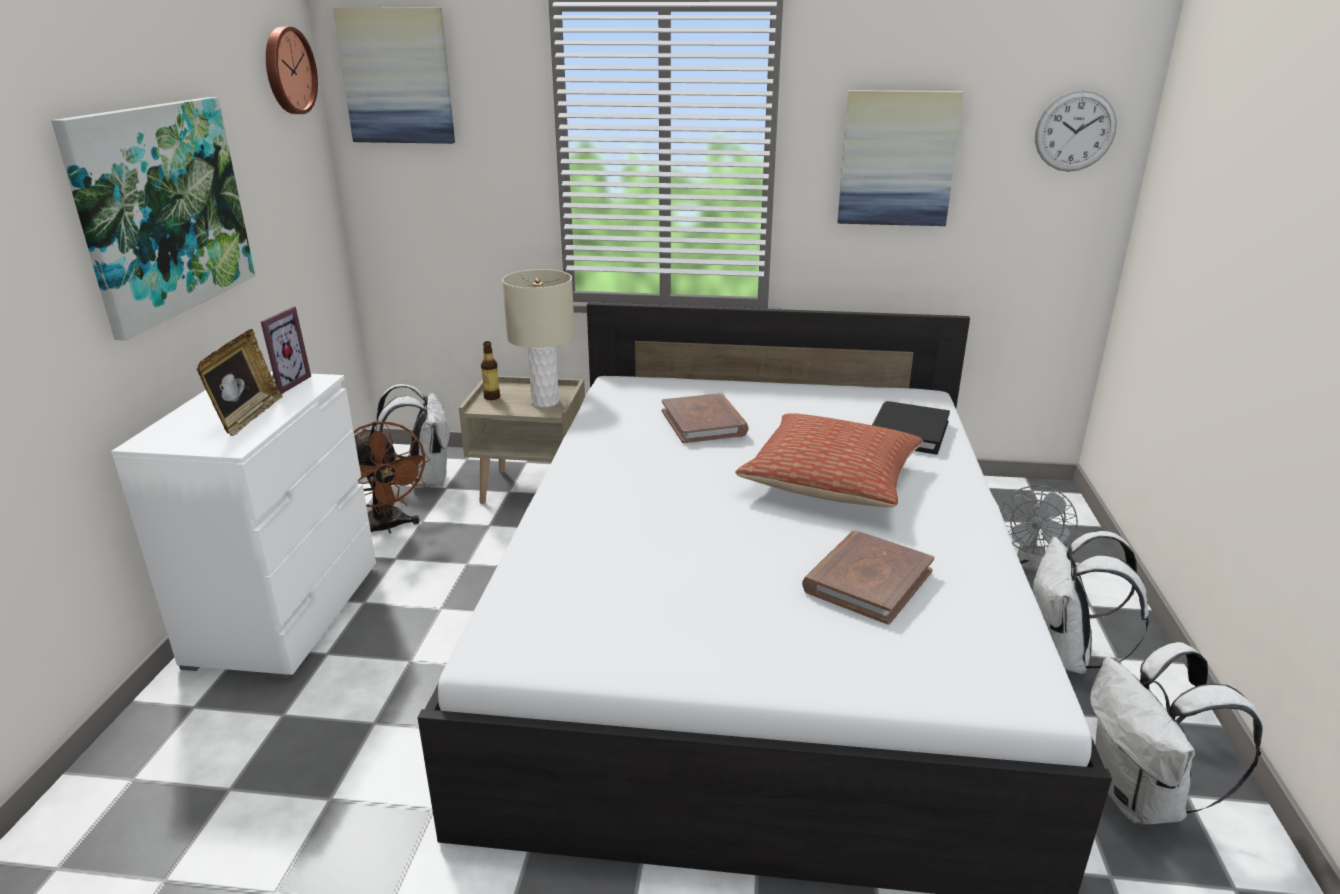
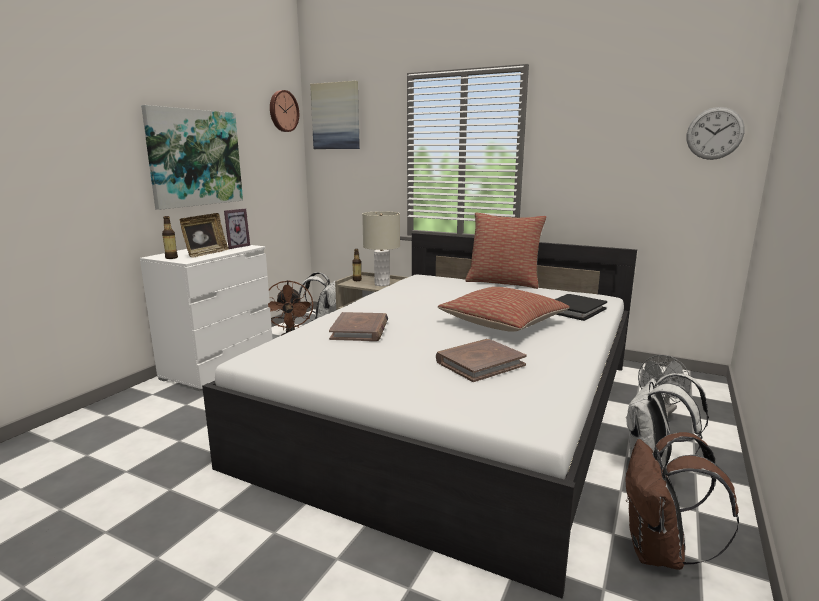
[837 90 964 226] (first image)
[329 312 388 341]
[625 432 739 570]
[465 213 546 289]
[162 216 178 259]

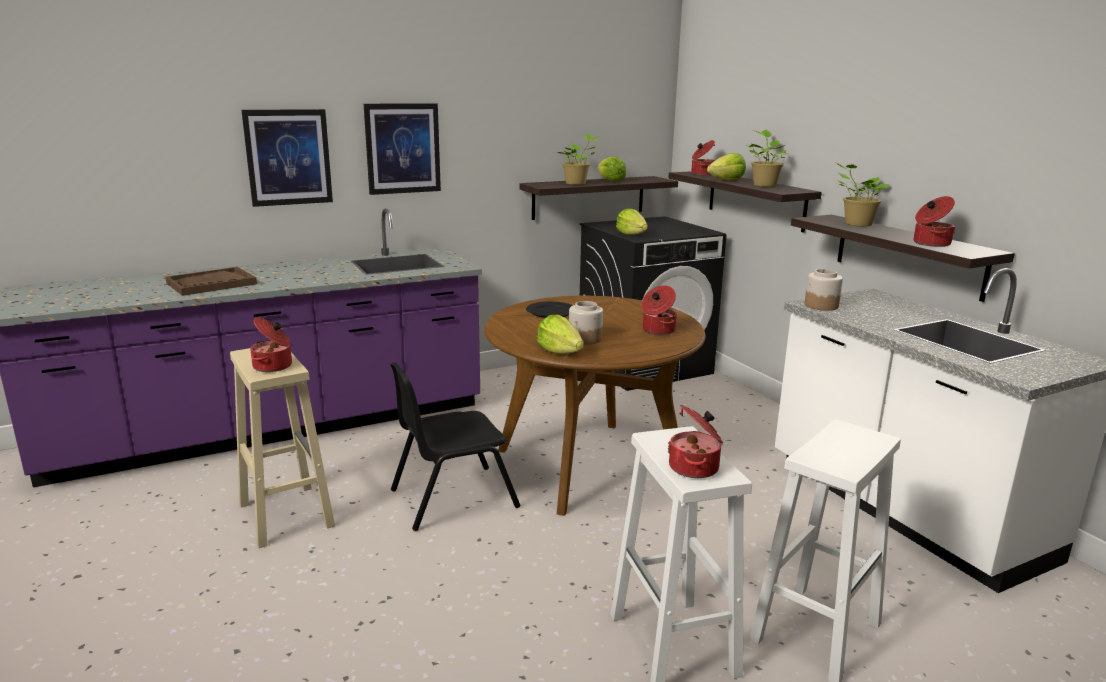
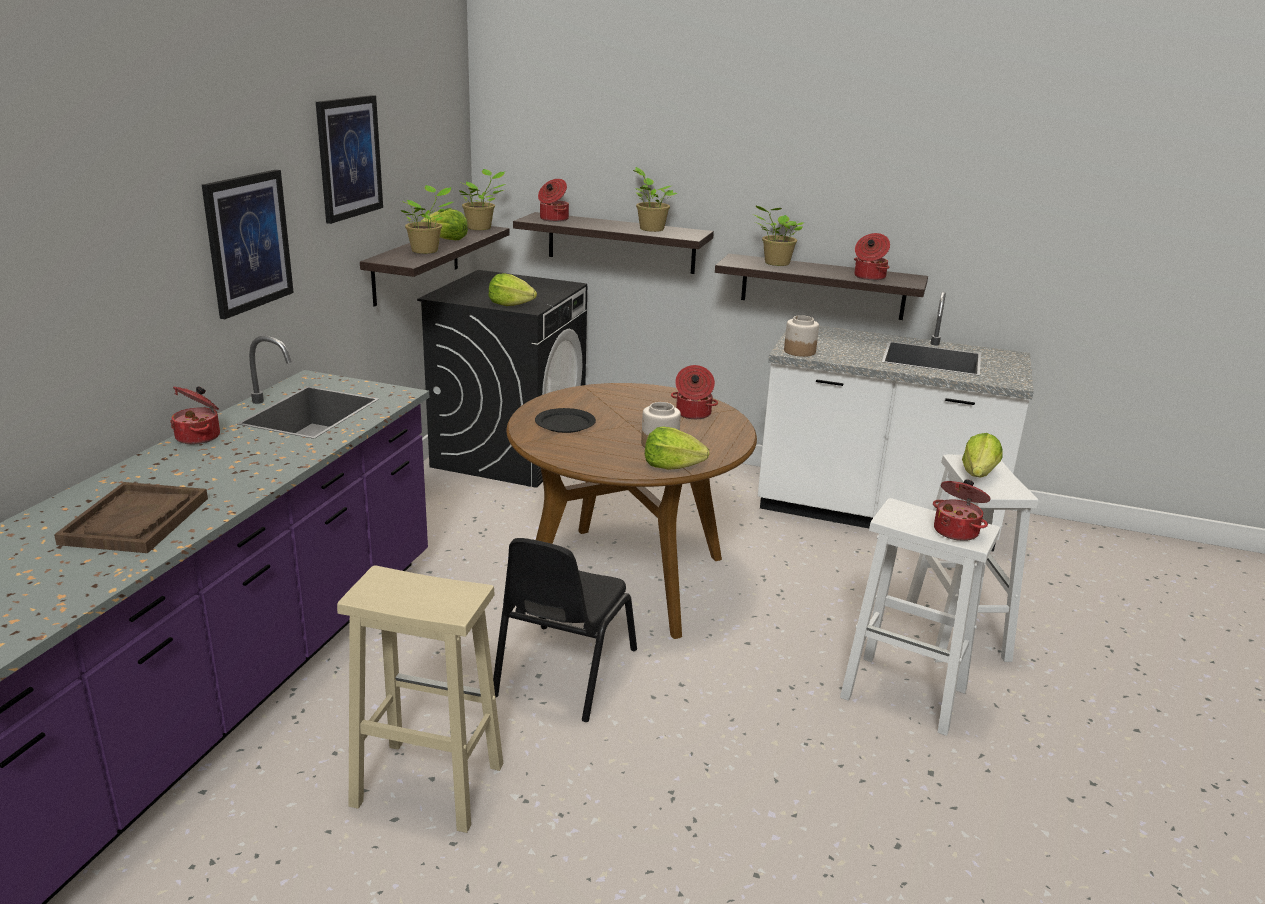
[316 95 383 224]
[962 433 1003 477]
[170 386 220 444]
[458 169 506 230]

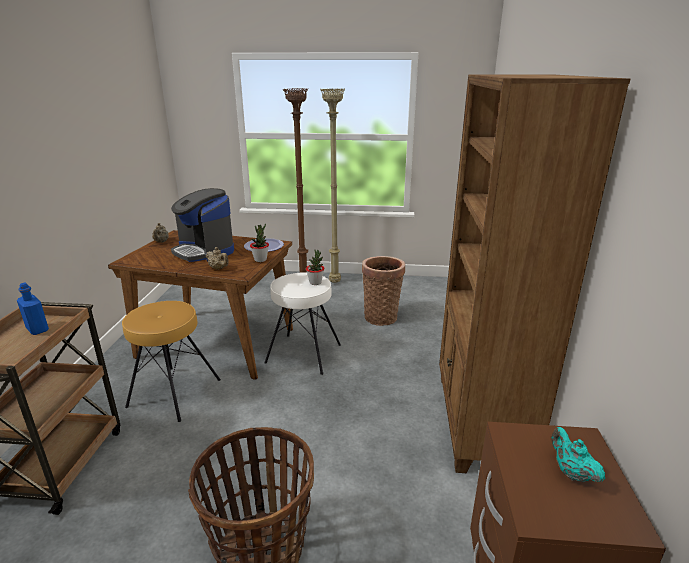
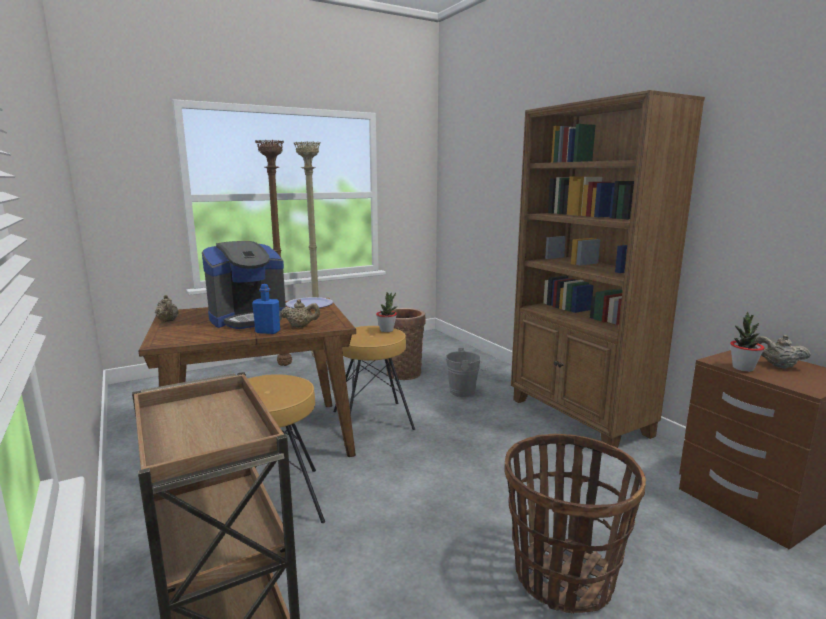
[202 241 286 329]
[730 312 765 372]
[333 326 415 440]
[252 284 280 334]
[755 335 811 369]
[446 348 487 398]

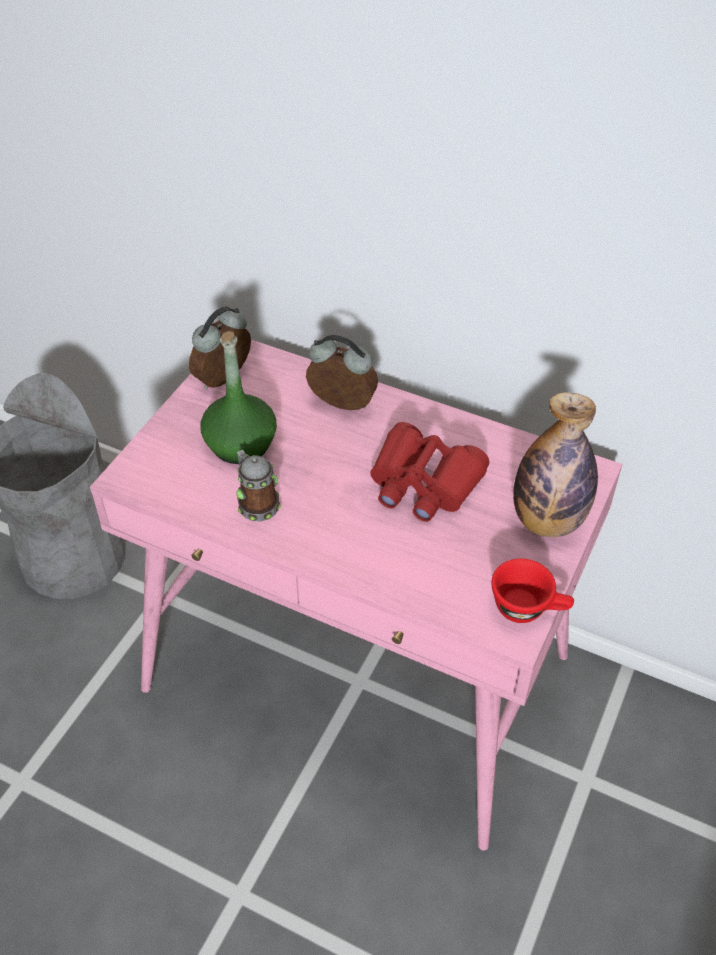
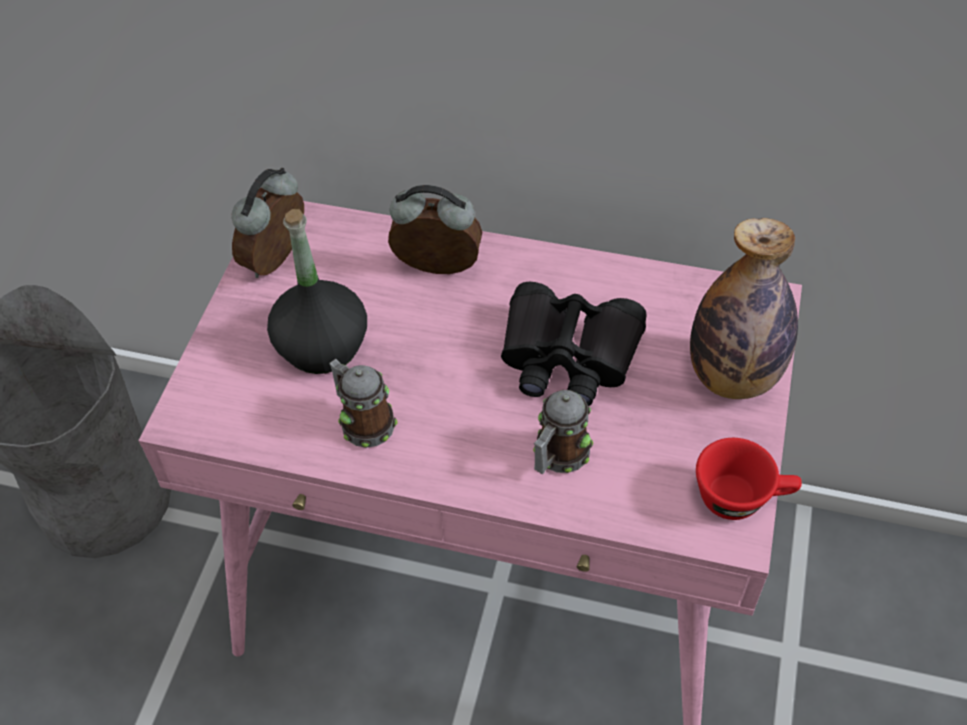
[267 209 367 374]
[501 282 647 406]
[533 390 593 474]

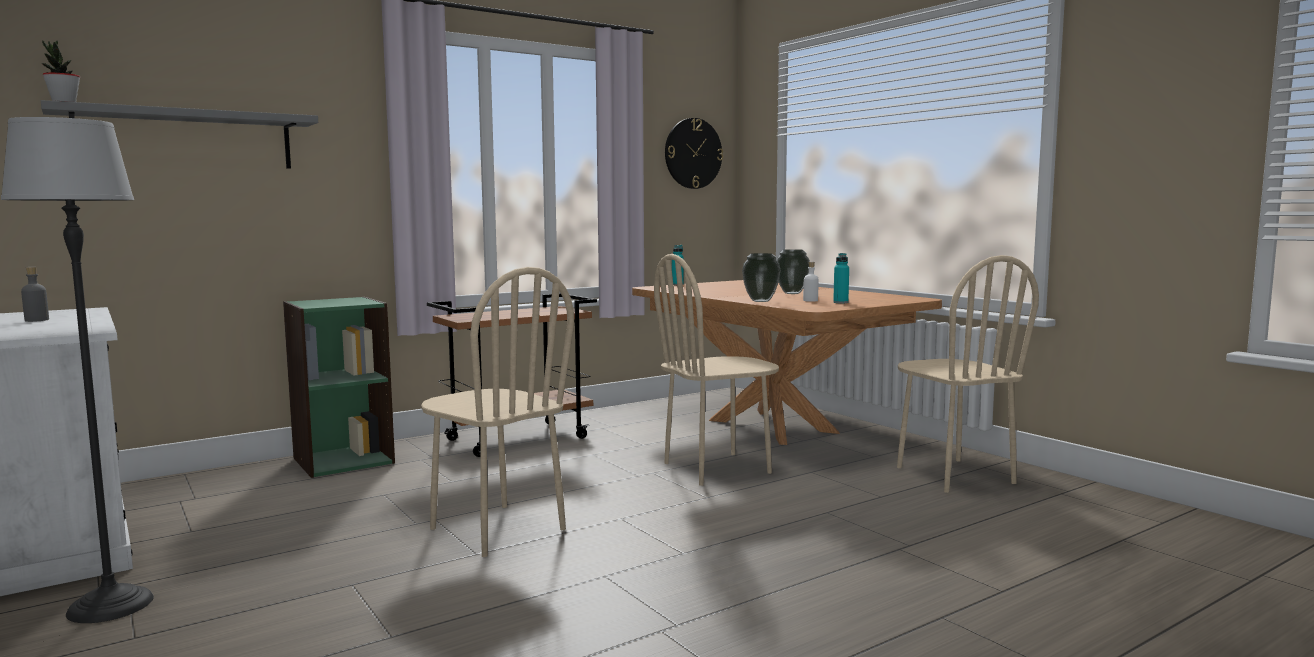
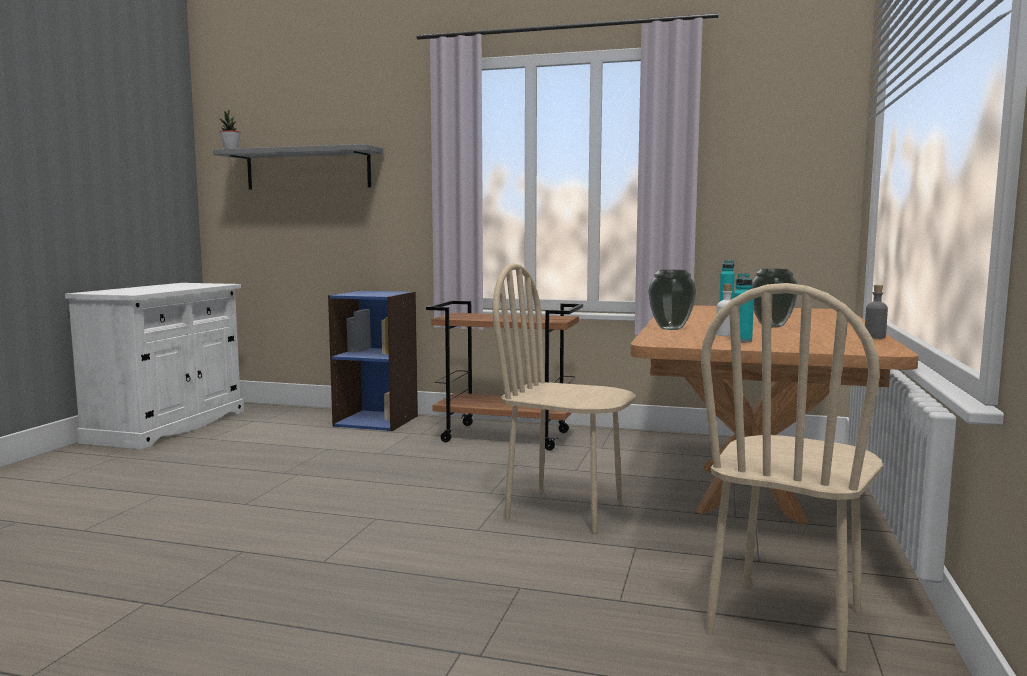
[1 117 154 623] (first image)
[665 118 723 189] (first image)
[865 285 888 339]
[421 267 574 557] (first image)
[328 290 418 431]

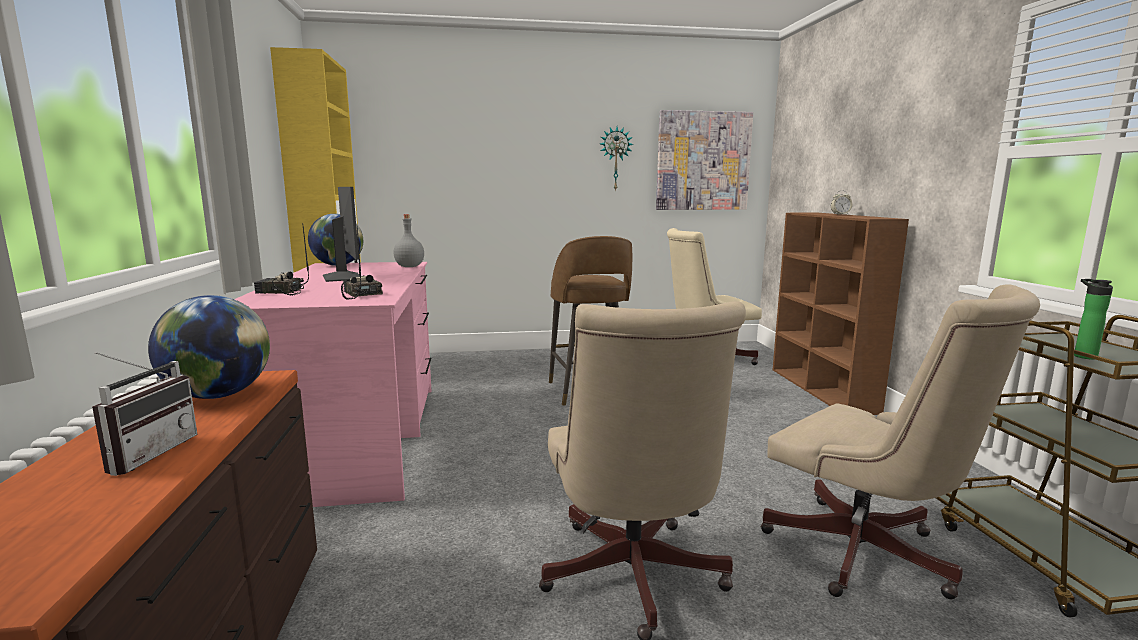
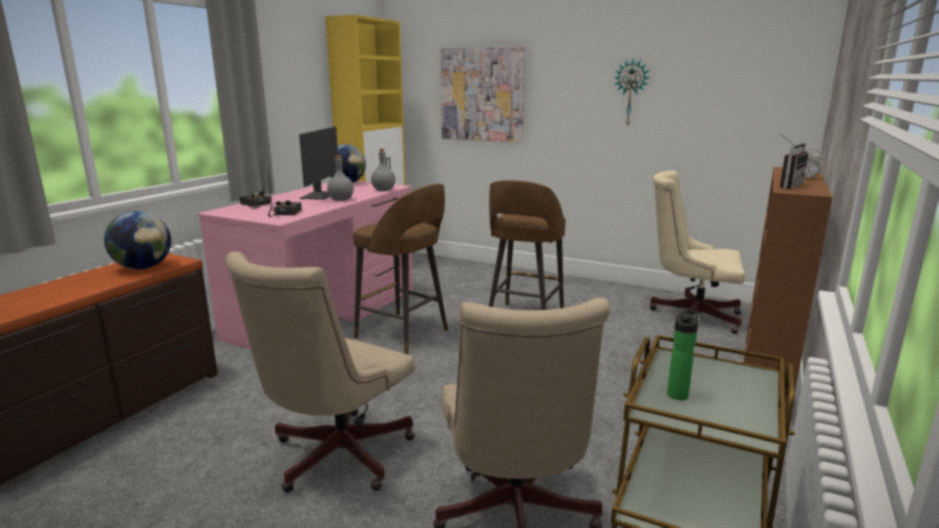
[441 46 525 143]
[780 133 809 189]
[327 155 354 201]
[353 184 448 355]

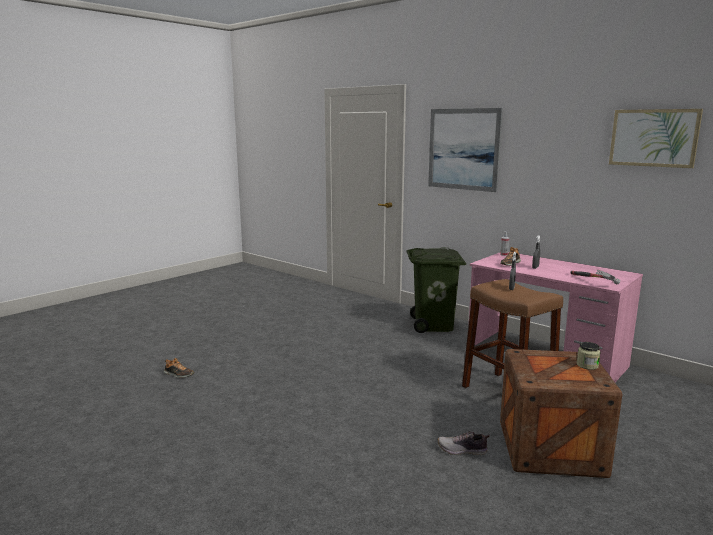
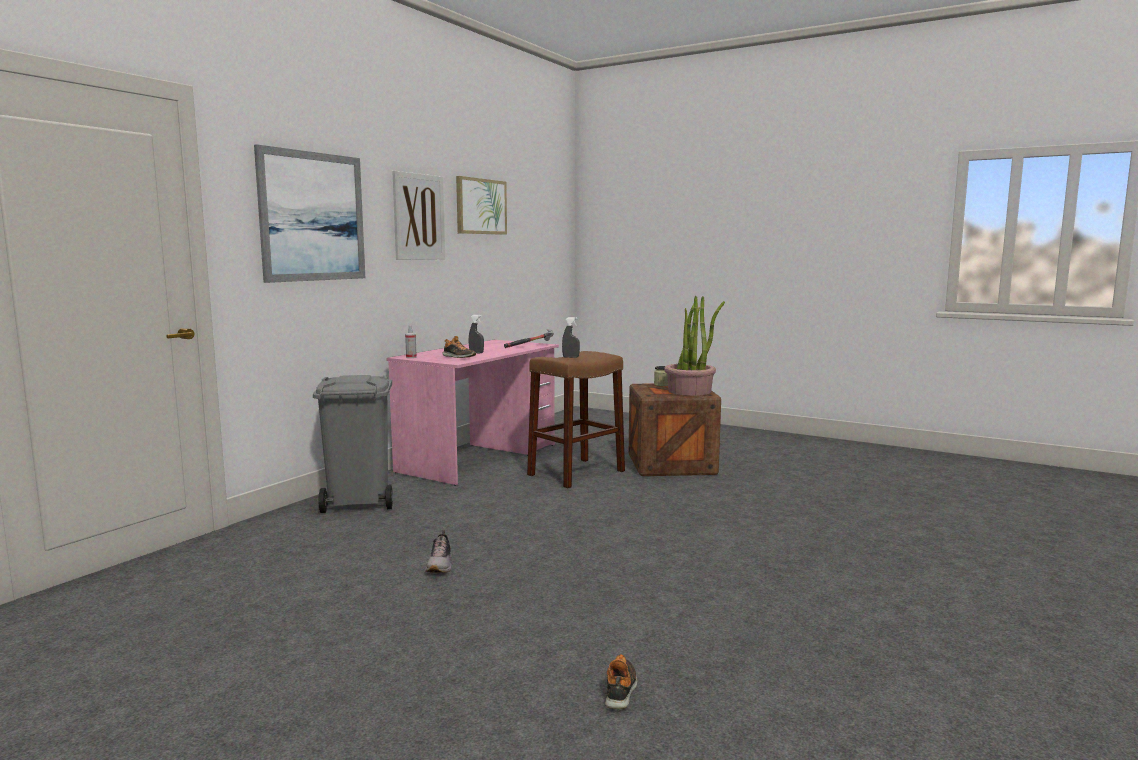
[313 375 393 513]
[425 530 452 573]
[392 171 445 260]
[664 296 725 396]

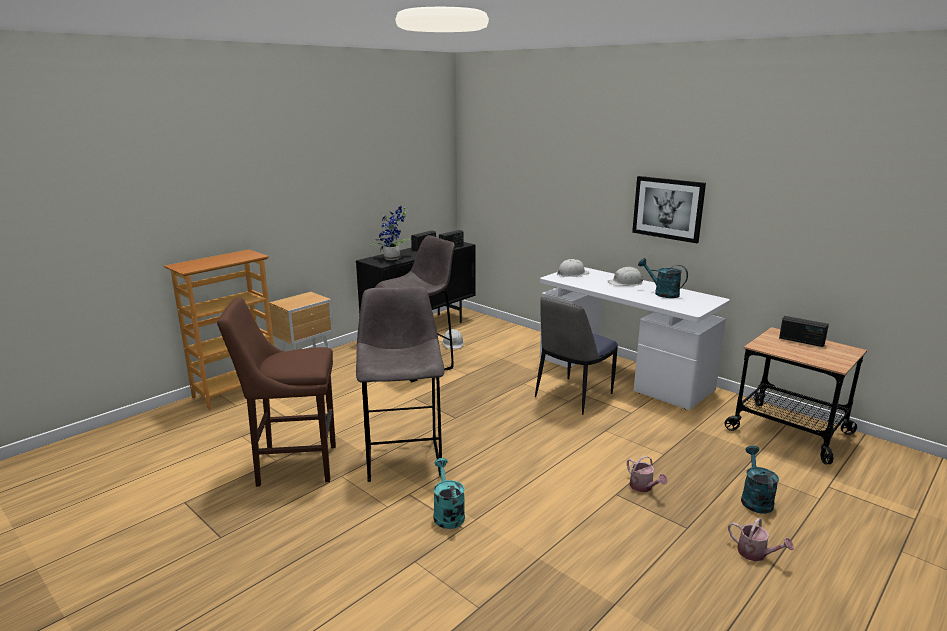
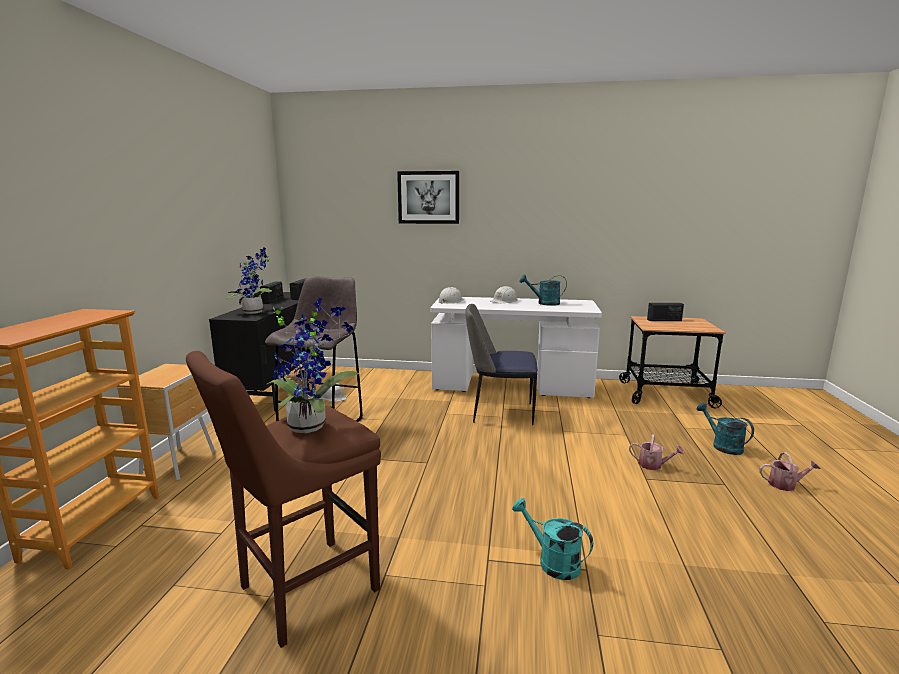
[397 171 459 224]
[356 286 444 482] (first image)
[465 304 538 425]
[266 298 359 433]

